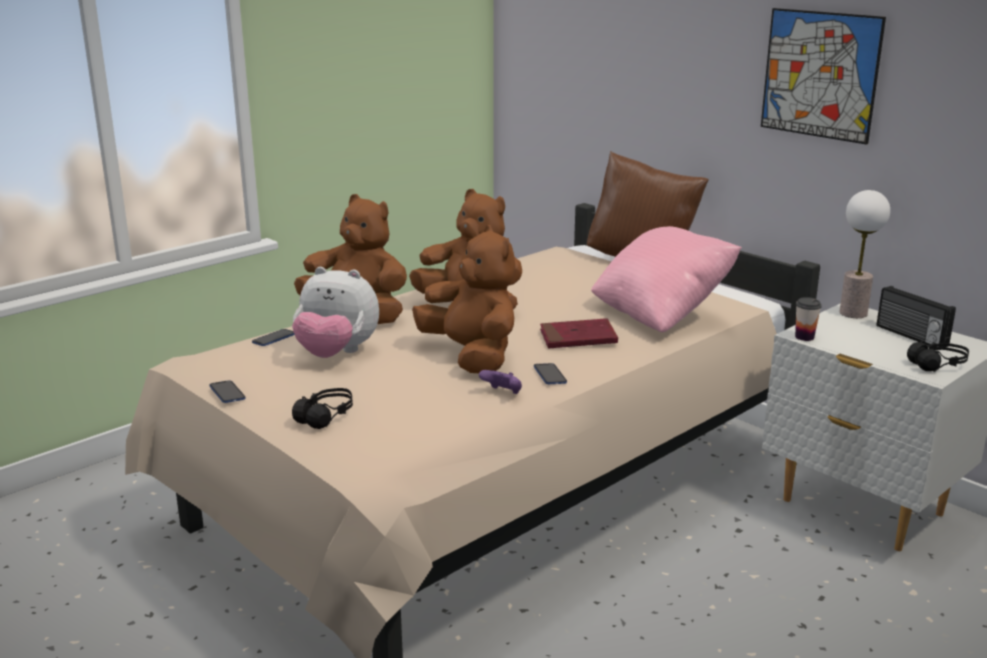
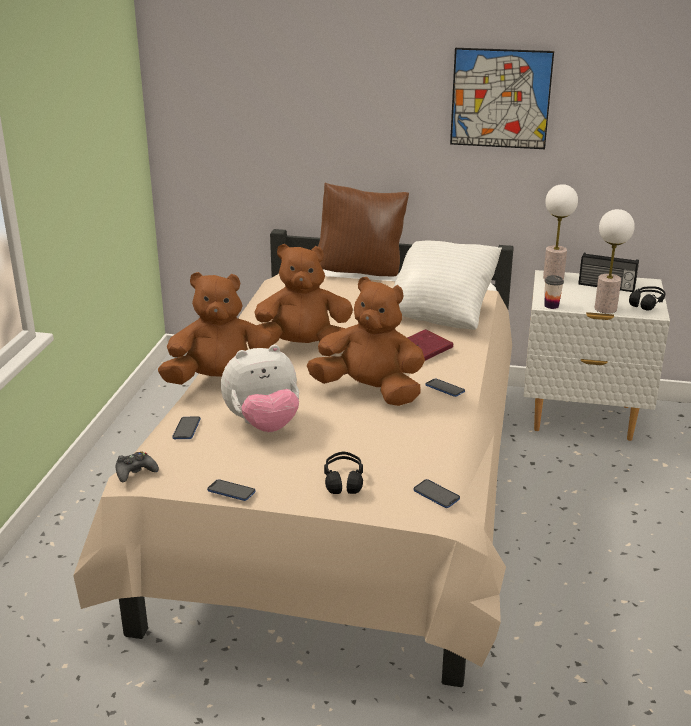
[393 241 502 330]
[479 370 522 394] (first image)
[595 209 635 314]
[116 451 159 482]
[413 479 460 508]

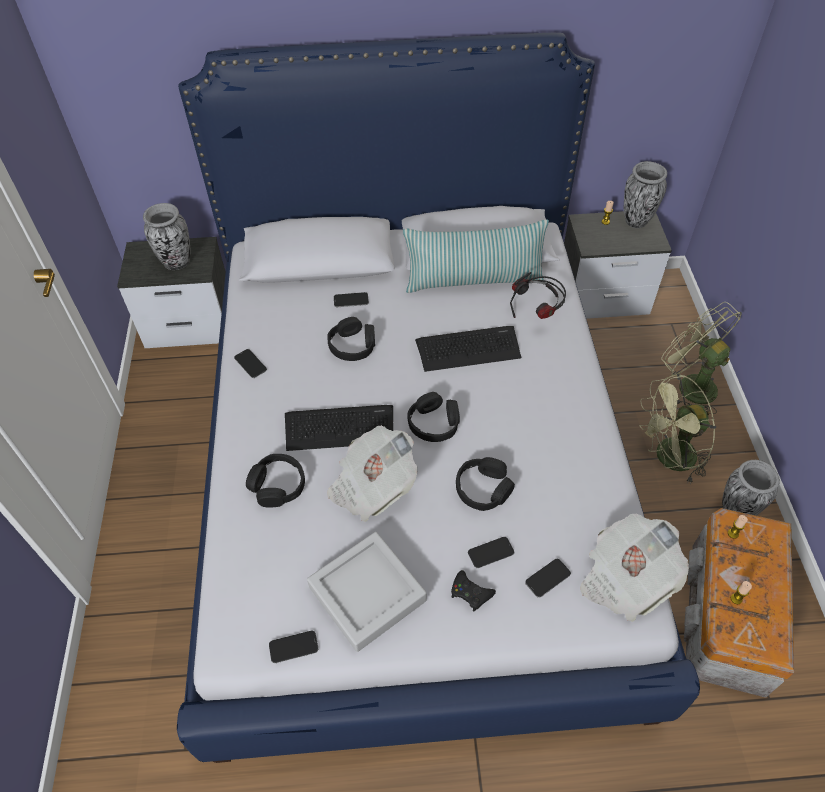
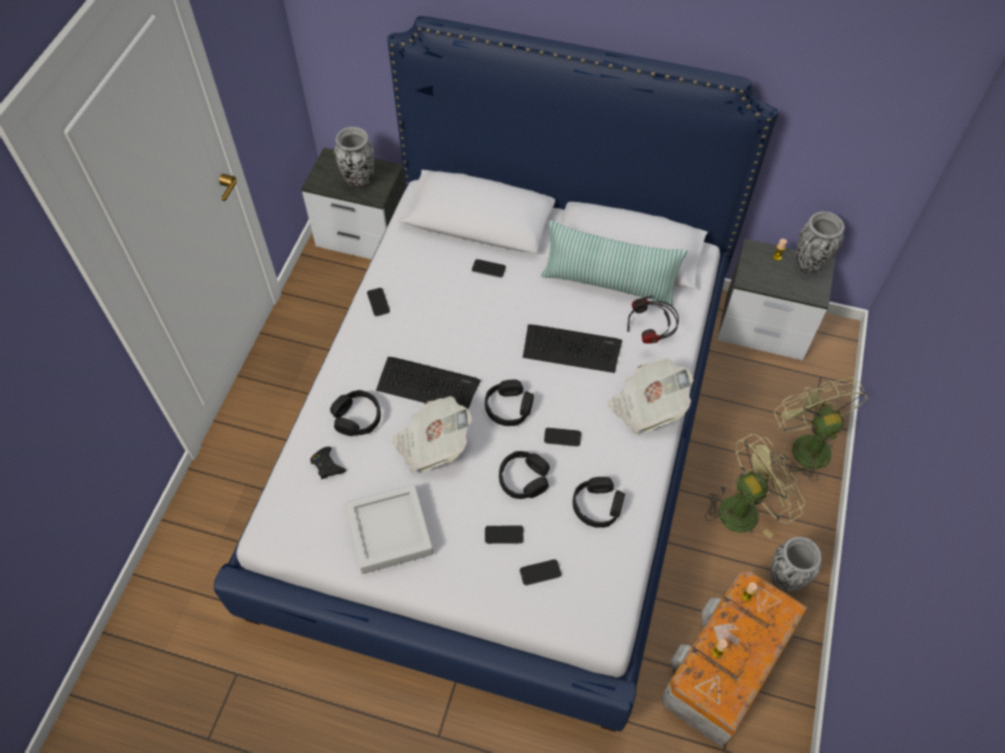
[573 477 625 528]
[705 434 805 538]
[609 358 694 434]
[310 447 346 479]
[544 428 581 447]

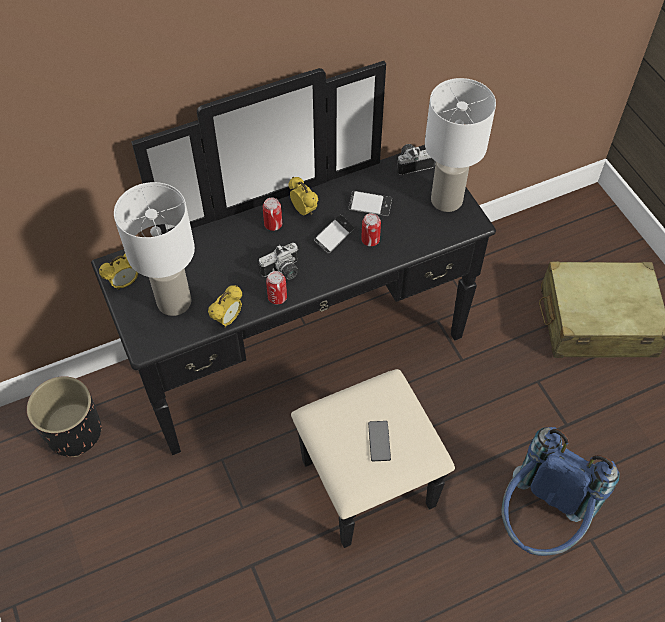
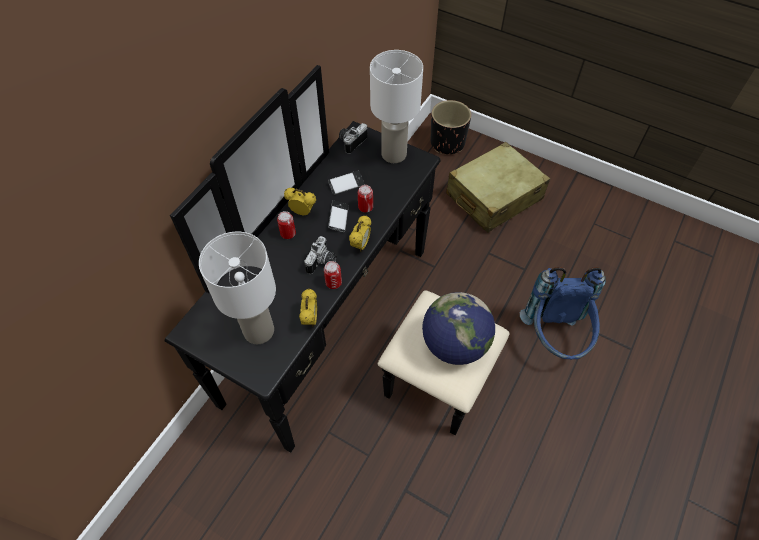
[349 215 371 252]
[430 100 471 154]
[422 292 495 365]

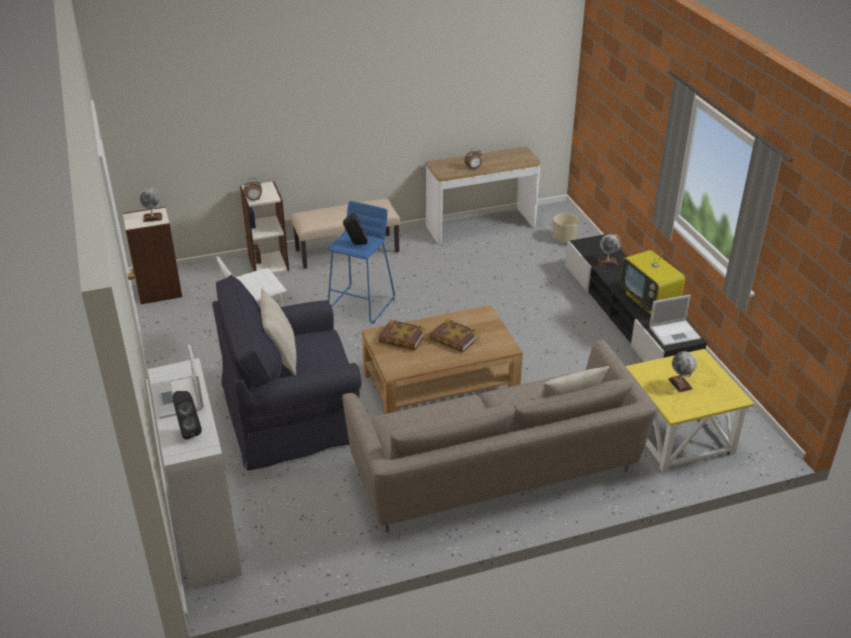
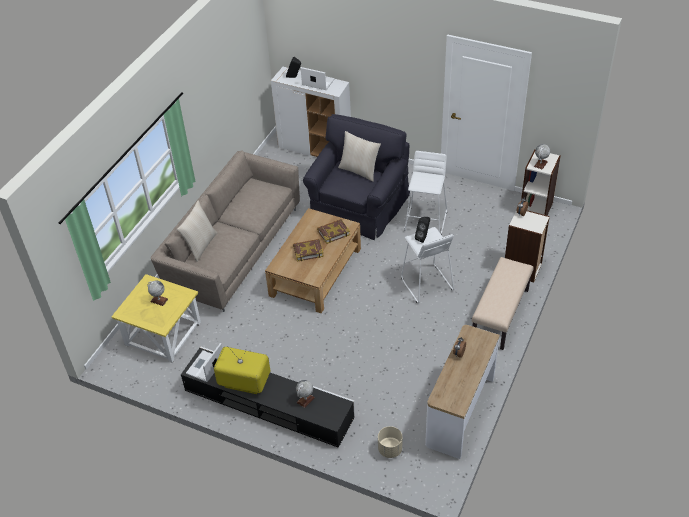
[401 227 454 303]

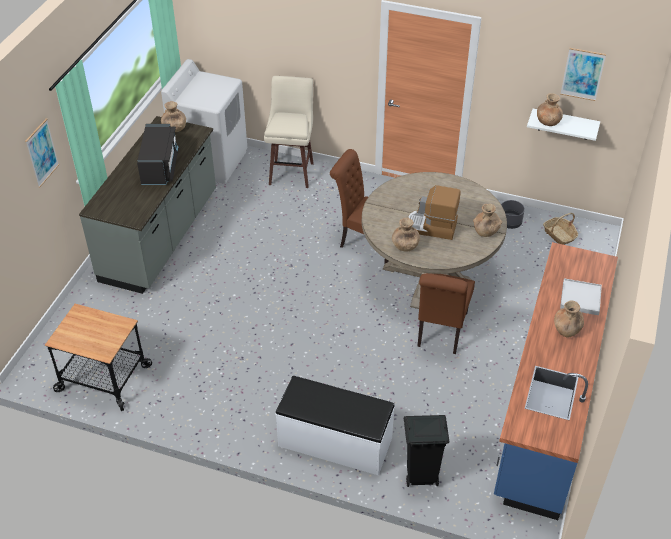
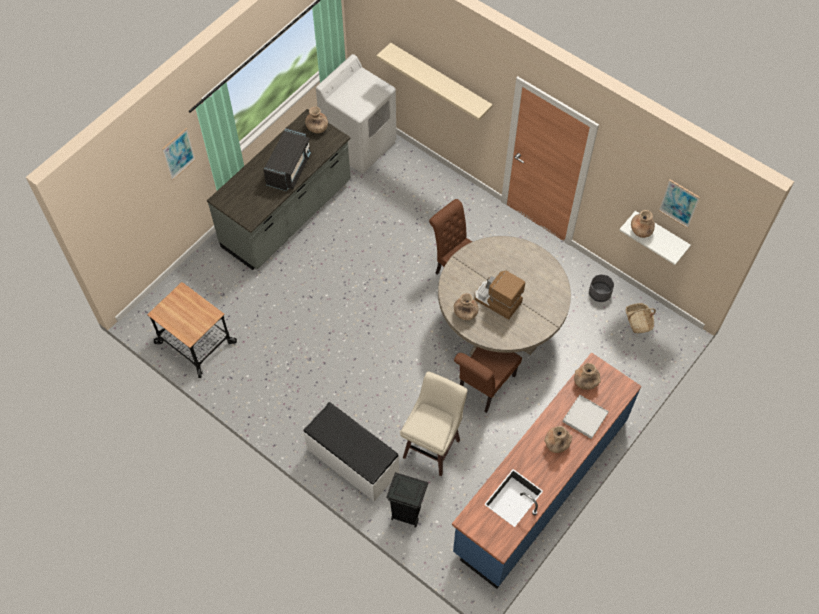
[400 372 468 476]
[574 363 601 390]
[377 43 493 121]

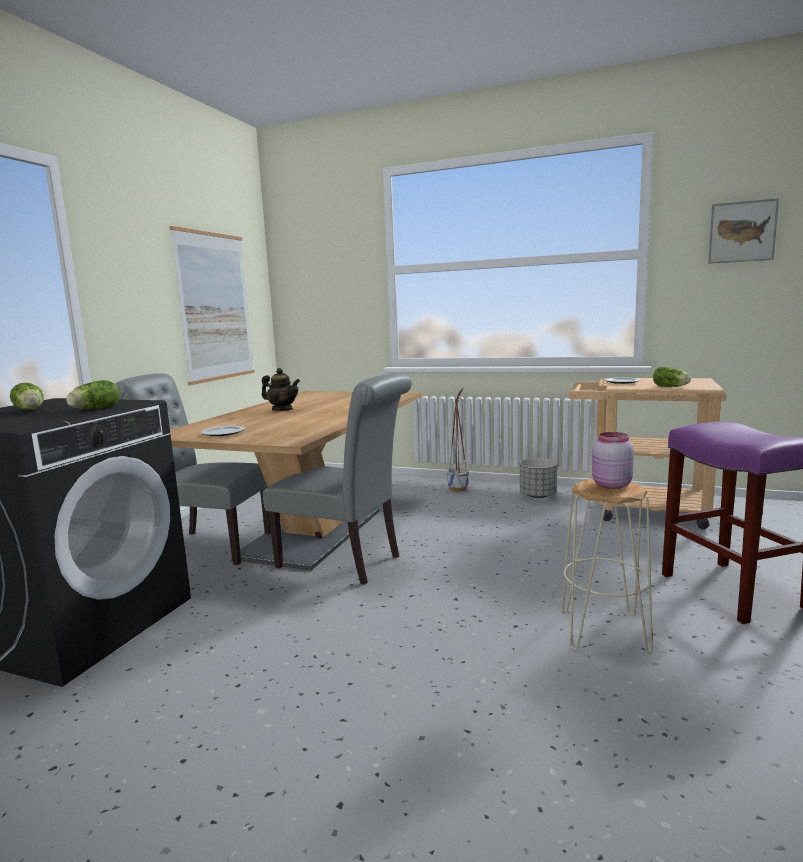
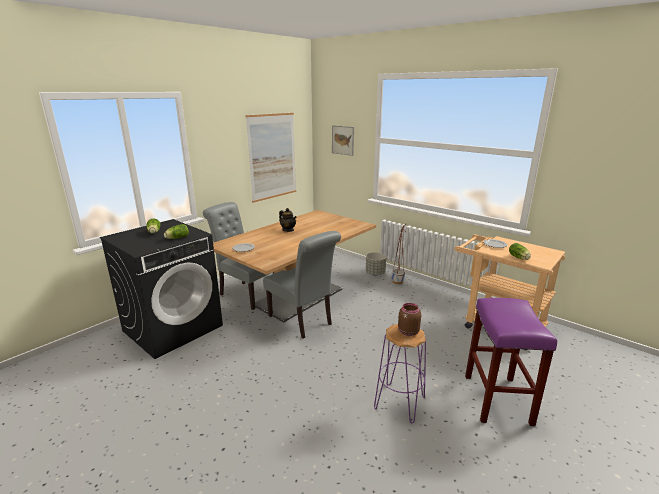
[332 125 354 156]
[398 303 421 336]
[366 252 386 275]
[374 324 426 423]

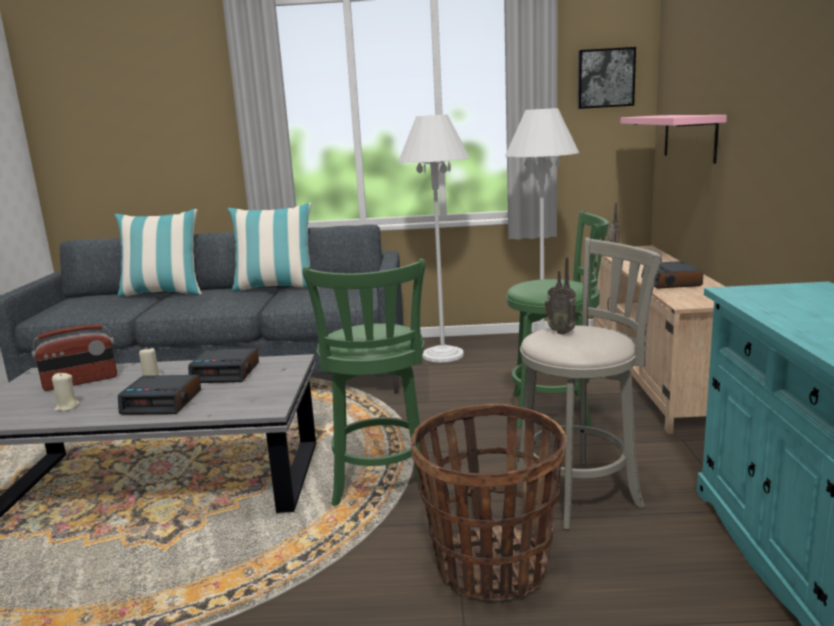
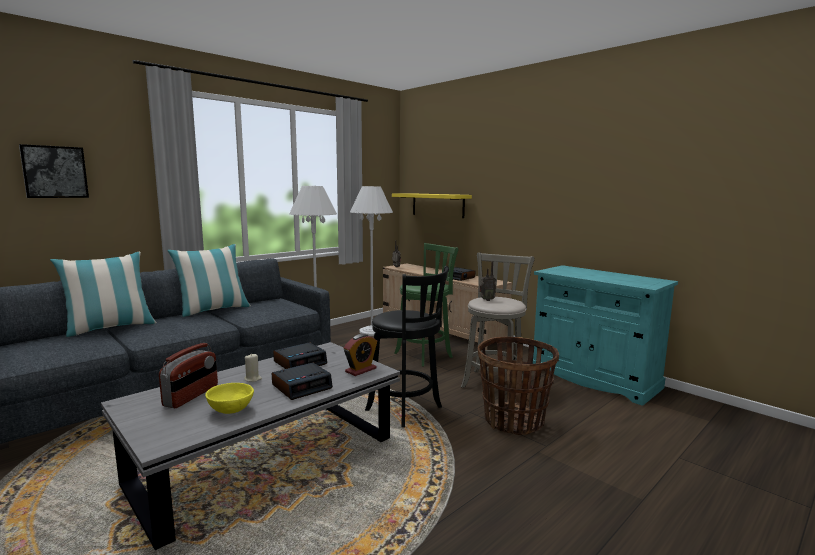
[19 144 89 198]
[392 193 472 218]
[365 266 449 428]
[205 383 254 414]
[344 334 377 376]

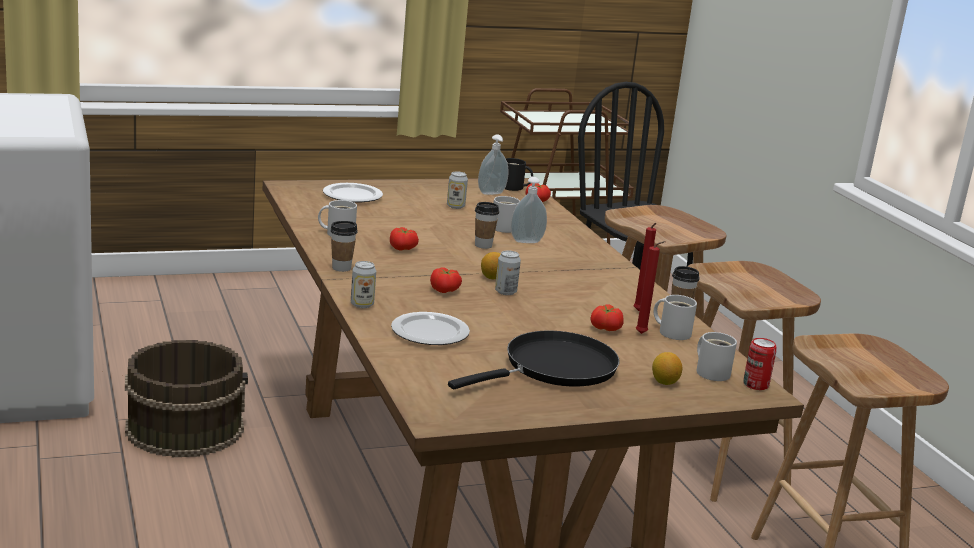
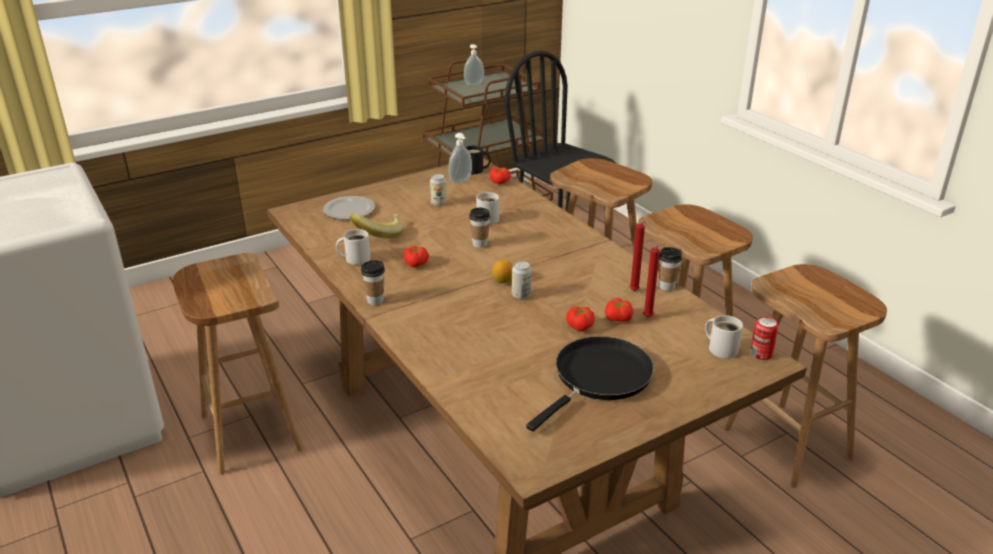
[464 44 484 85]
[351 261 376 308] (first image)
[566 306 595 331]
[654 295 697 340] (first image)
[391 312 470 345] (first image)
[173 253 302 475]
[652 352 682 385] (first image)
[350 213 404 238]

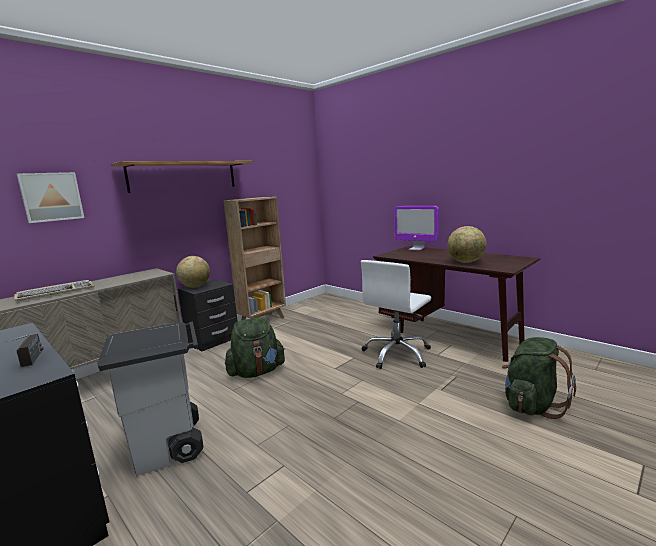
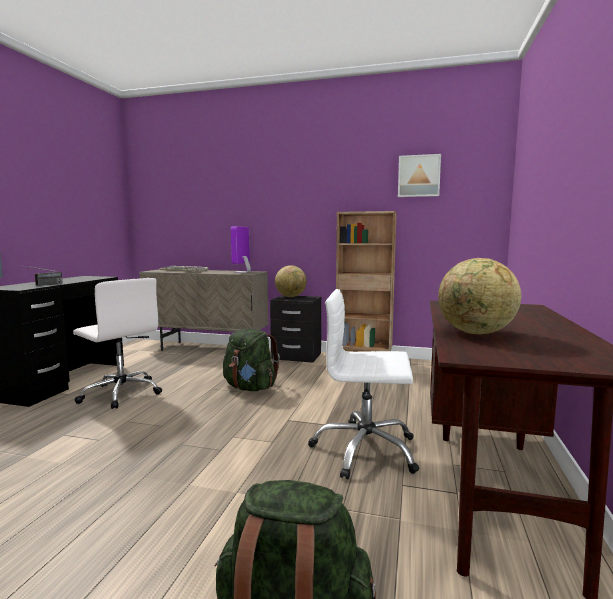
[111 161 253 193] (first image)
[398 154 441 197]
[231 226 251 273]
[73 278 162 409]

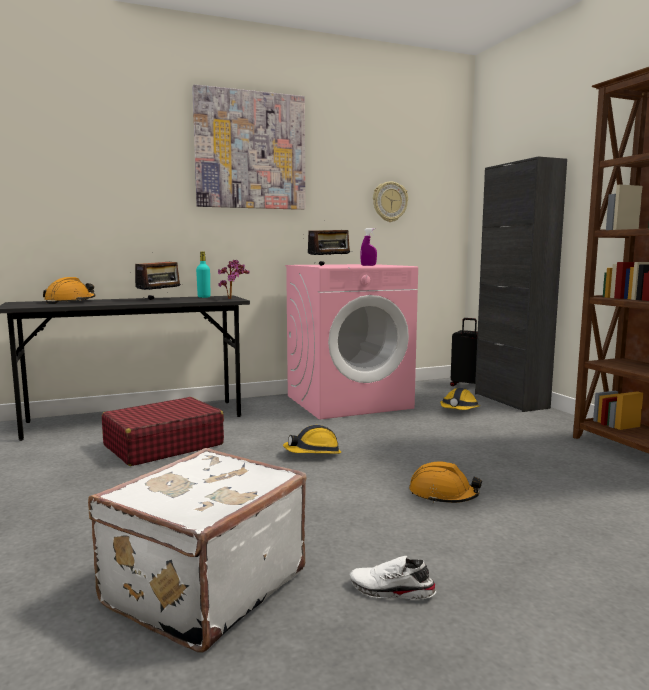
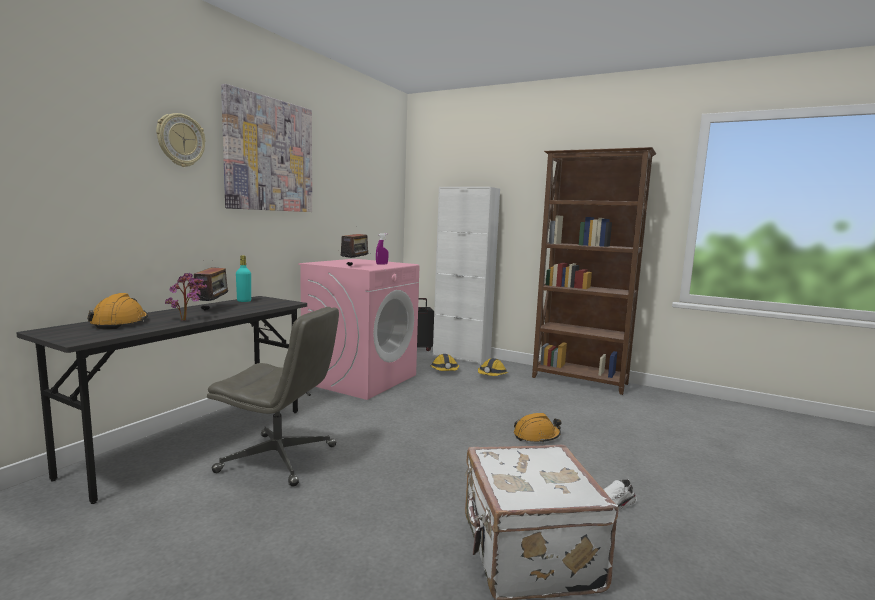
[433 187 500 364]
[156 113 205 167]
[165 273 207 321]
[207 307 339 487]
[478 358 508 376]

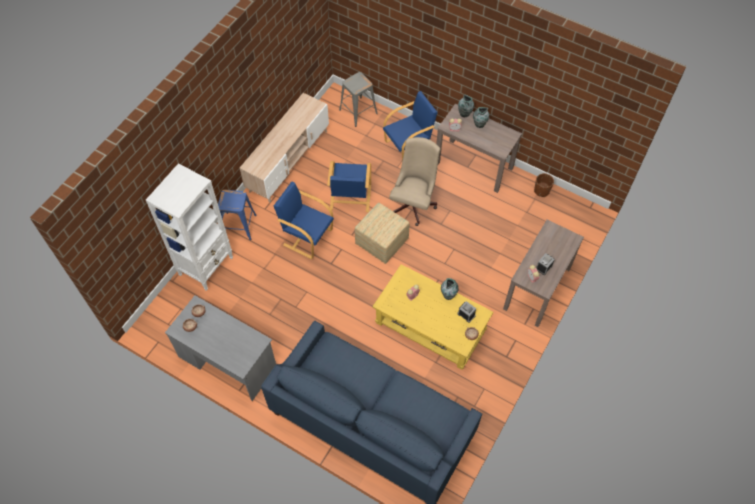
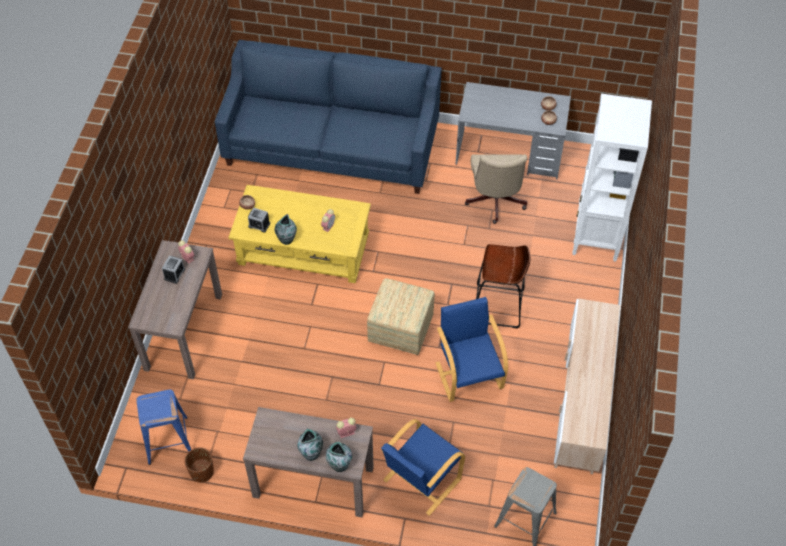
[465 154 527 224]
[476 244 530 329]
[136 390 191 465]

